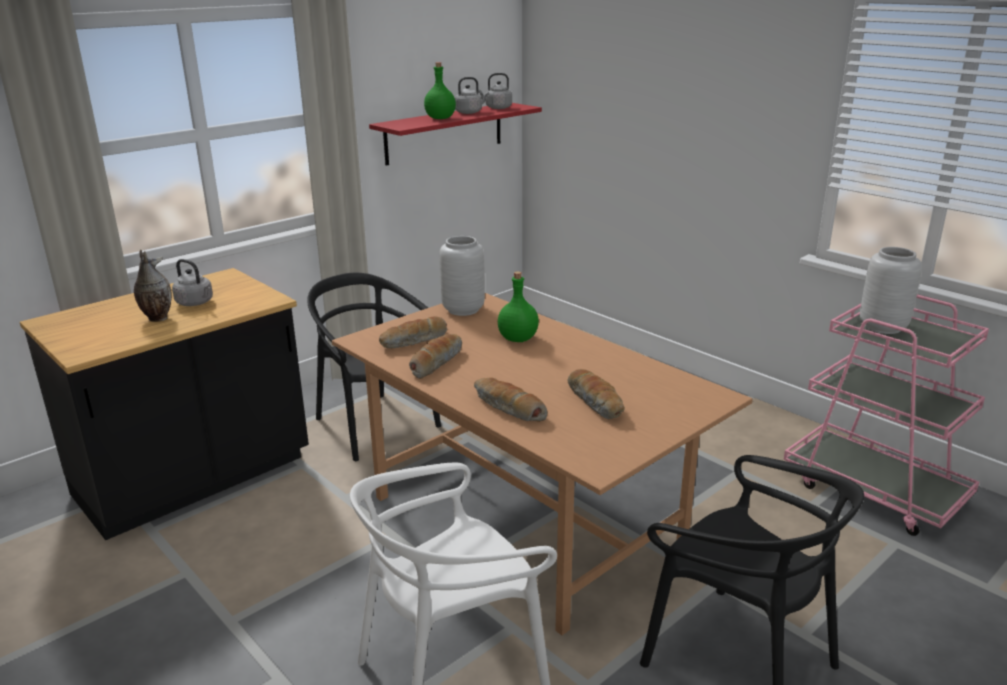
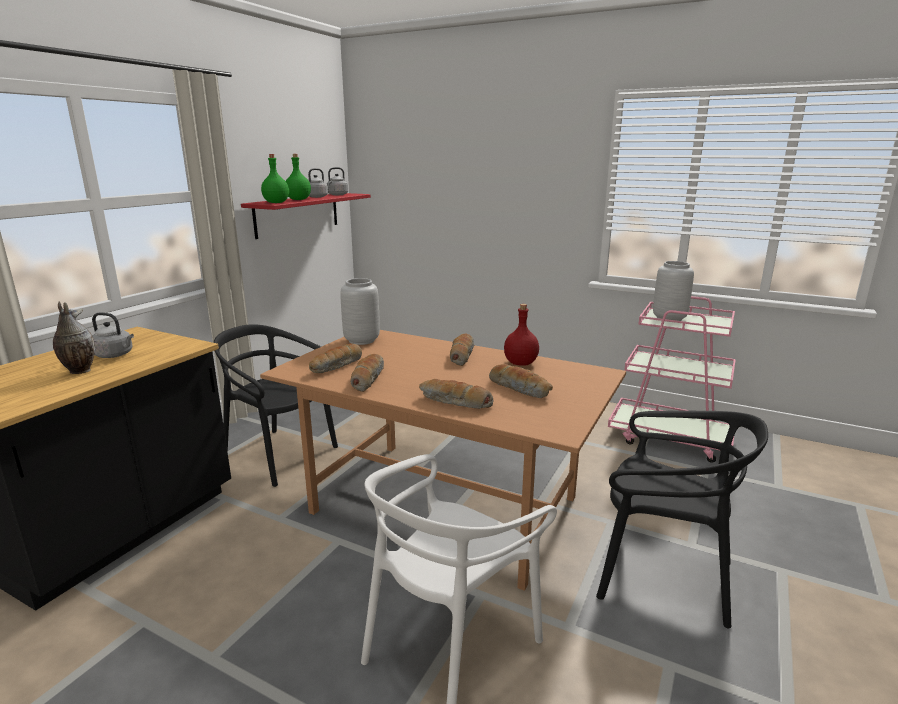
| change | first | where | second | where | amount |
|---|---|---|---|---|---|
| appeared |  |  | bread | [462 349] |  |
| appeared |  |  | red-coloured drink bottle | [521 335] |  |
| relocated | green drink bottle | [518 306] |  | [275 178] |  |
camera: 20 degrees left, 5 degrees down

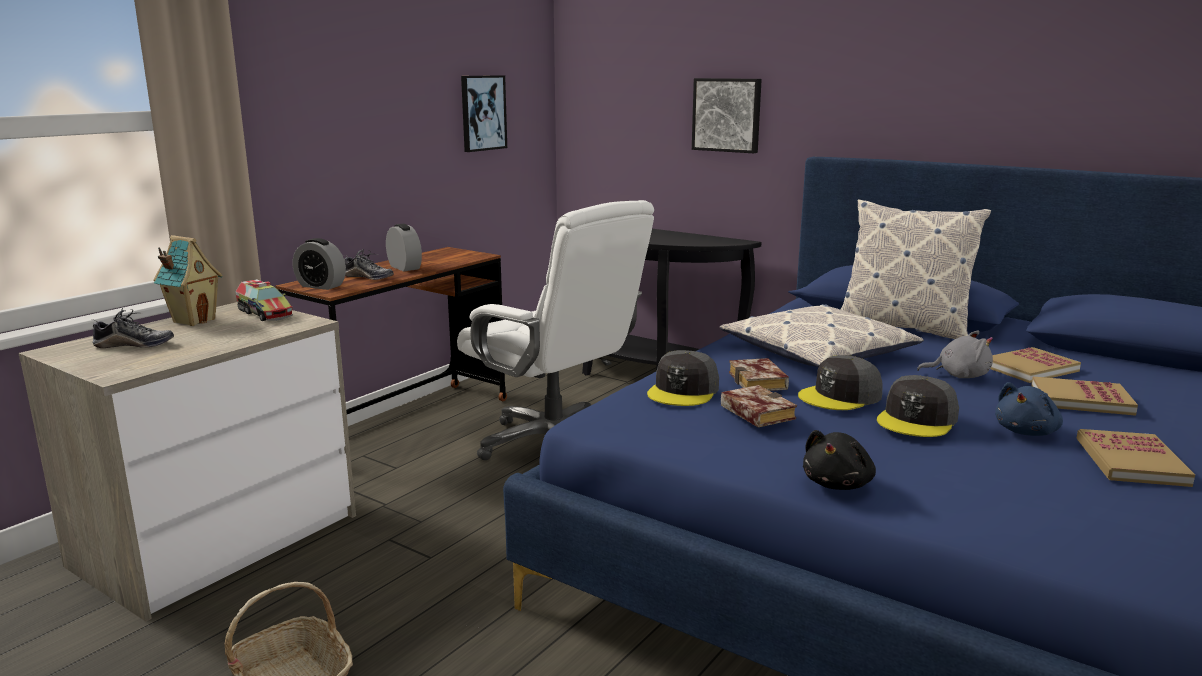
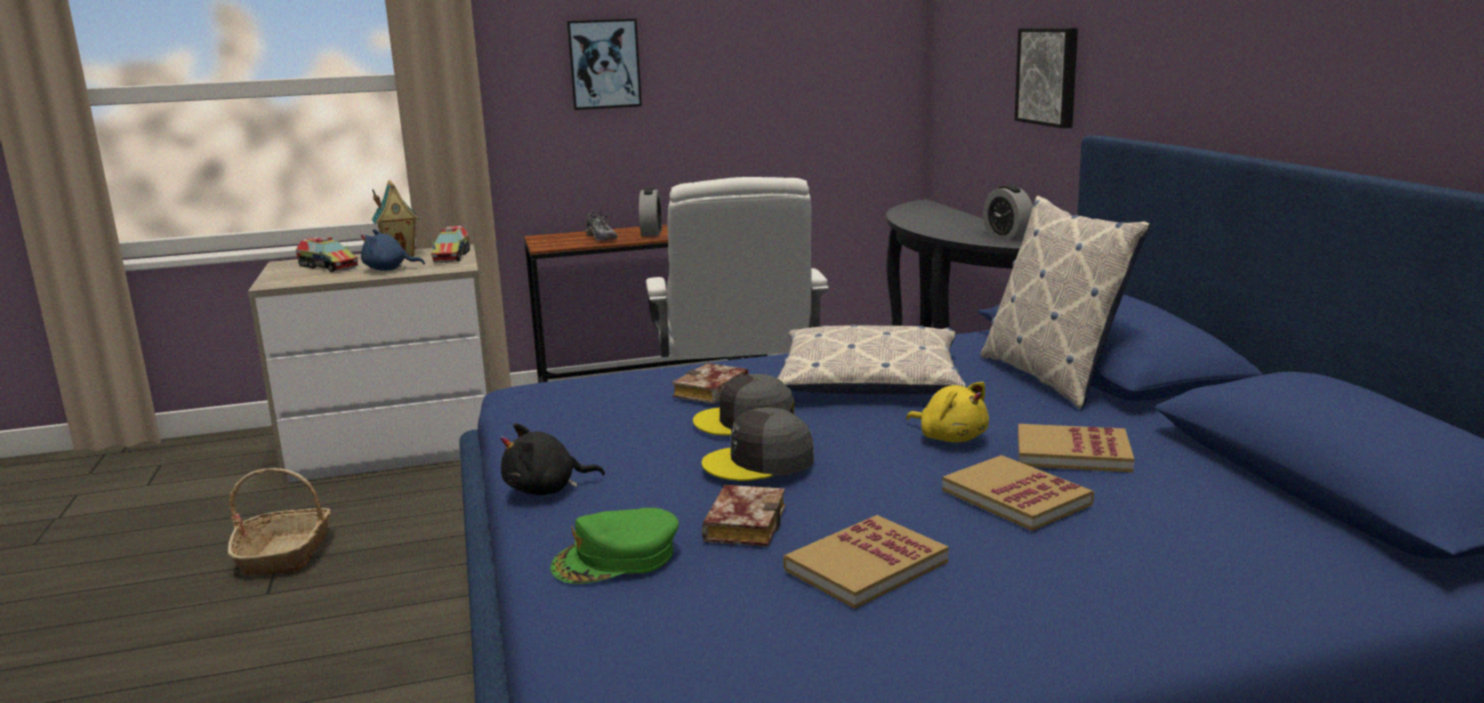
| change | first | where | second | where | amount |
|---|---|---|---|---|---|
| missing | grey cap | [683 378] |  |  |  |
| appeared |  |  | green cap | [614 546] |  |
| relocated | table clock | [319 264] |  | [1008 212] |  |
| relocated | wall picture | [484 113] |  | [604 64] |  |
| relocated | volume | [759 406] |  | [743 515] |  |
| relocated | blue-coloured soft toy | [1029 409] |  | [393 250] |  |
| exchanged | shoe | [133 328] | toy truck | [327 254] |  |
| colour | grey soft toy | [955 354] | yellow-coloured soft toy | [947 412] |  |
camera: 40 degrees right, 0 degrees up

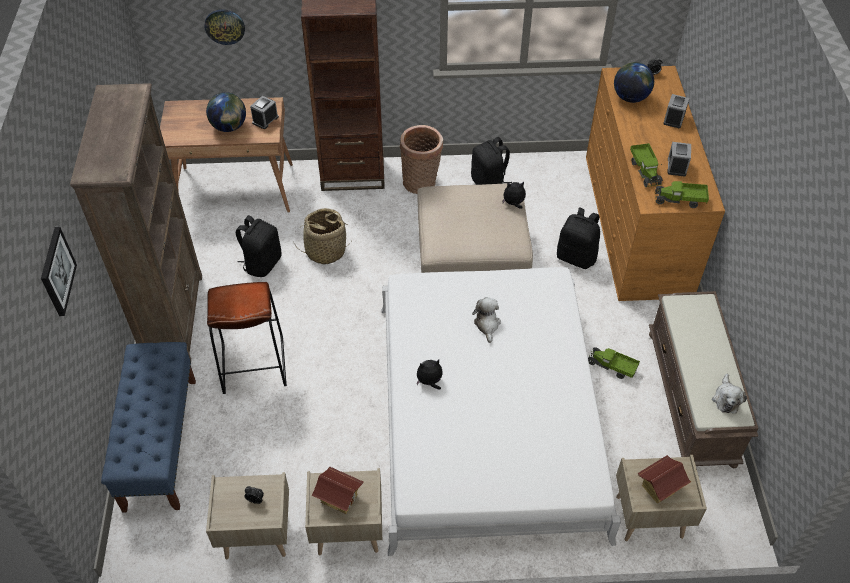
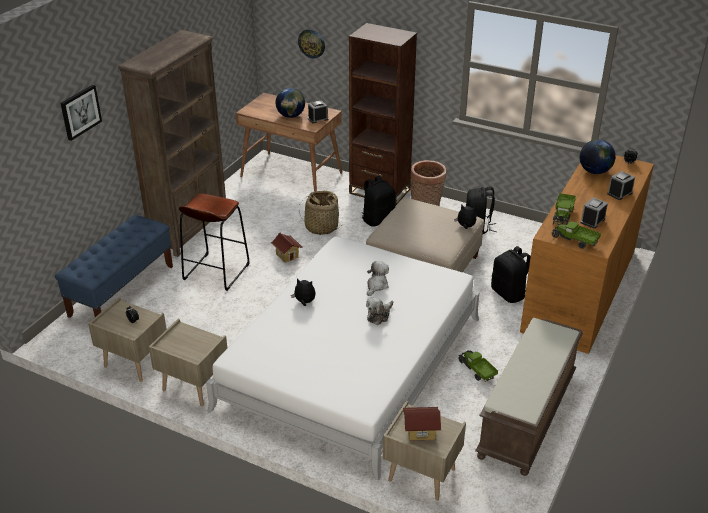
| change | first | where | second | where | amount |
|---|---|---|---|---|---|
| relocated | black-coloured knapsack | [258 246] |  | [379 201] |  |
| relocated | model house | [338 490] |  | [286 248] |  |
| relocated | soft toy | [729 394] |  | [379 311] |  |
camera: 30 degrees right, 15 degrees down

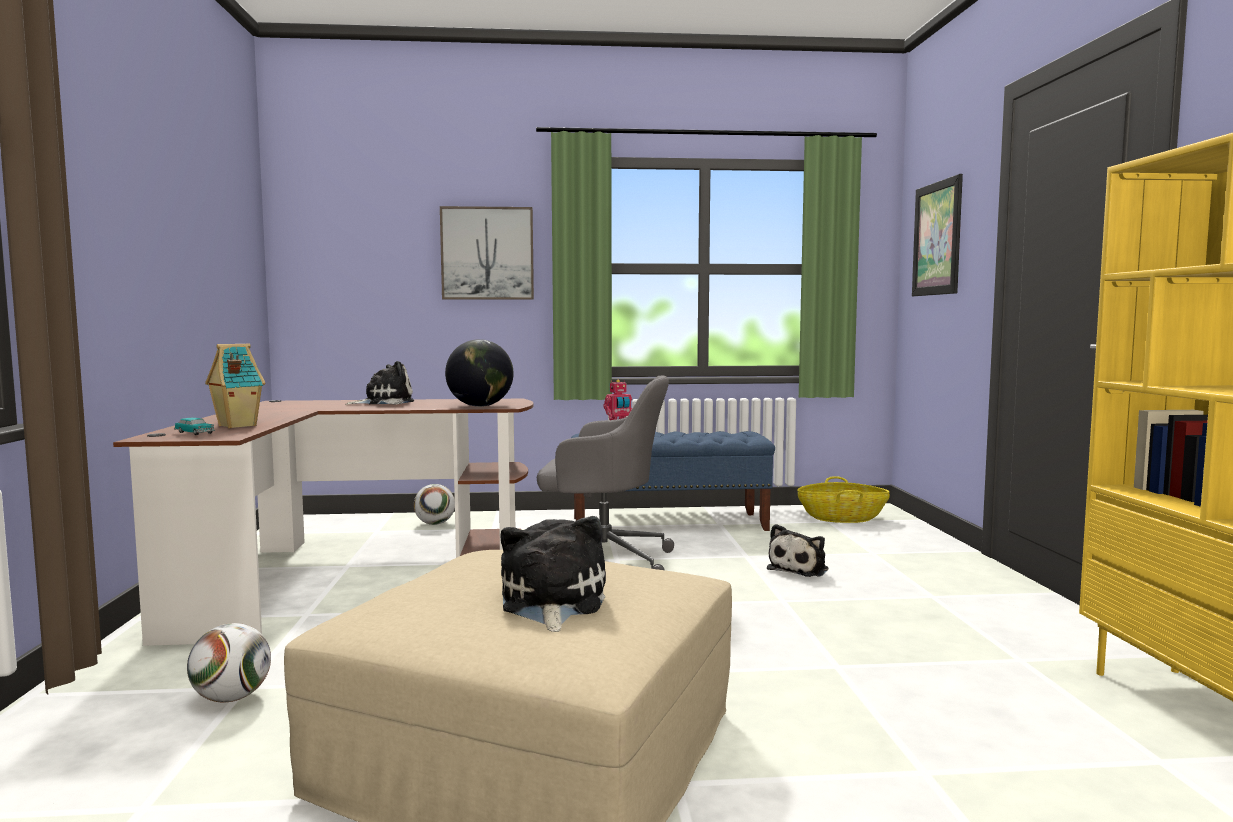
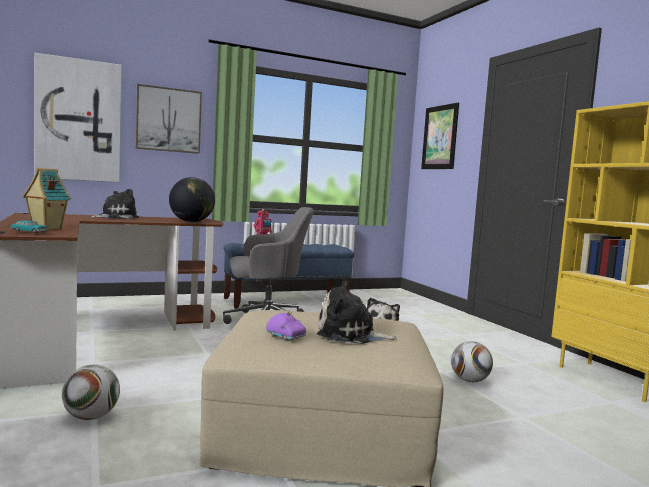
| change | first | where | second | where | amount |
|---|---|---|---|---|---|
| missing | storage basket | [843 499] |  |  |  |
| appeared |  |  | wall picture | [78 117] |  |
| appeared |  |  | purple model car | [286 325] |  |
| relocated | ball for football | [434 504] |  | [472 361] |  |
| spun | soft toy | [553 574] |  | [357 312] | 60 degrees counterclockwise |
camera: 20 degrees left, 0 degrees up

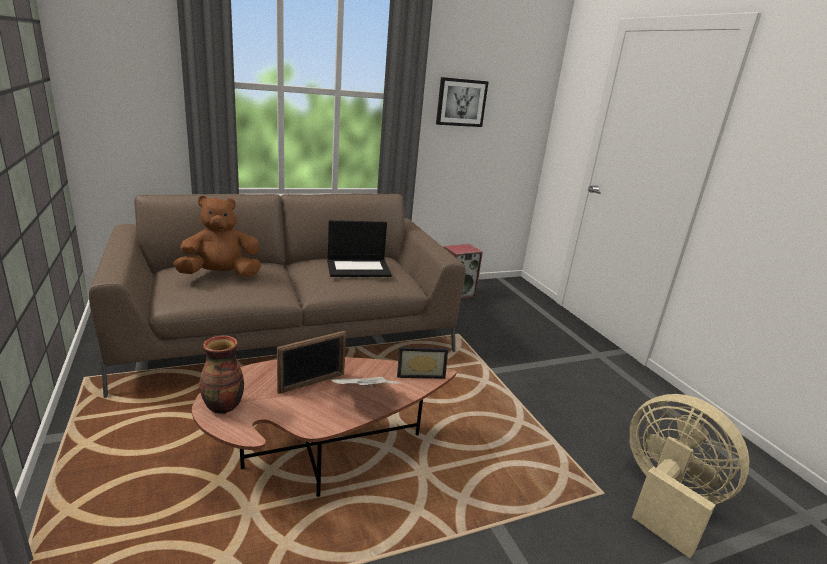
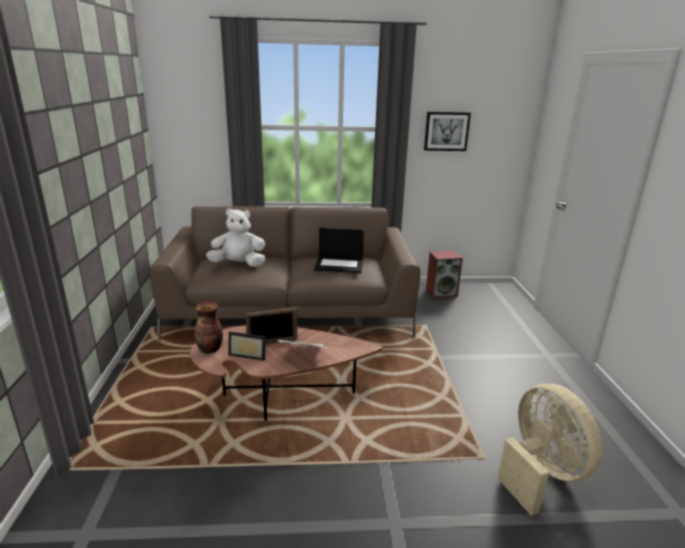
| change | first | where | second | where | amount |
|---|---|---|---|---|---|
| relocated | standing frame | [422 363] |  | [247 346] |  |
| colour | brownish soft toy | [217 236] | white soft toy | [235 237] |  |
camera: 20 degrees right, 0 degrees up

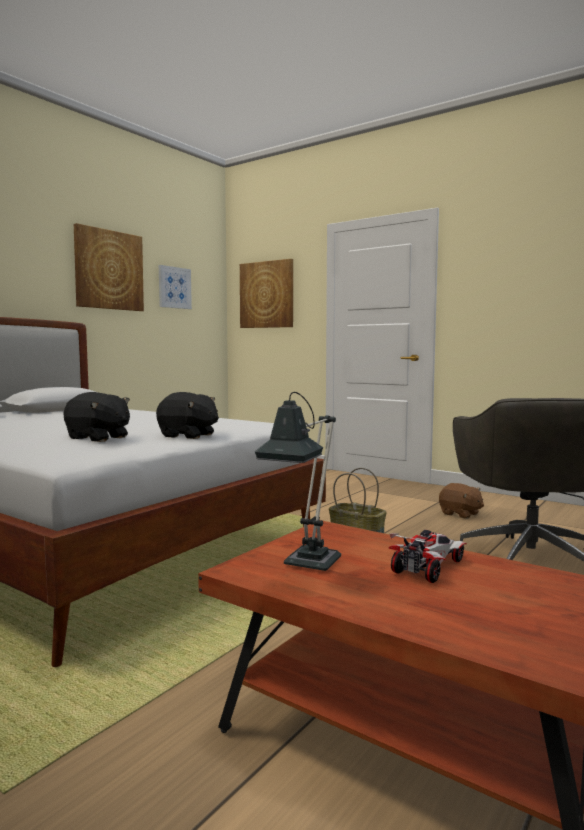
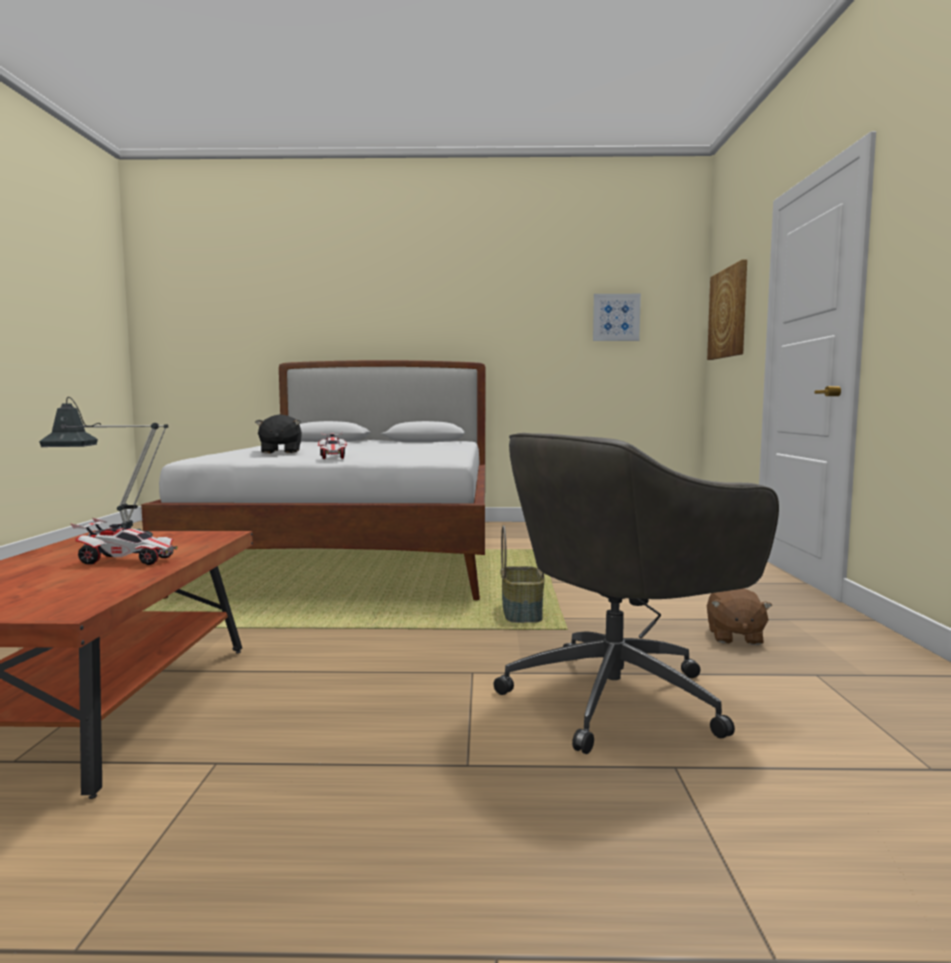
| change | first | where | second | where | amount |
|---|---|---|---|---|---|
| missing | wall picture | [109 267] |  |  |  |
| exchanged | black-coloured soft toy | [187 415] | model car | [332 446] |  |
camera: 55 degrees right, 0 degrees up

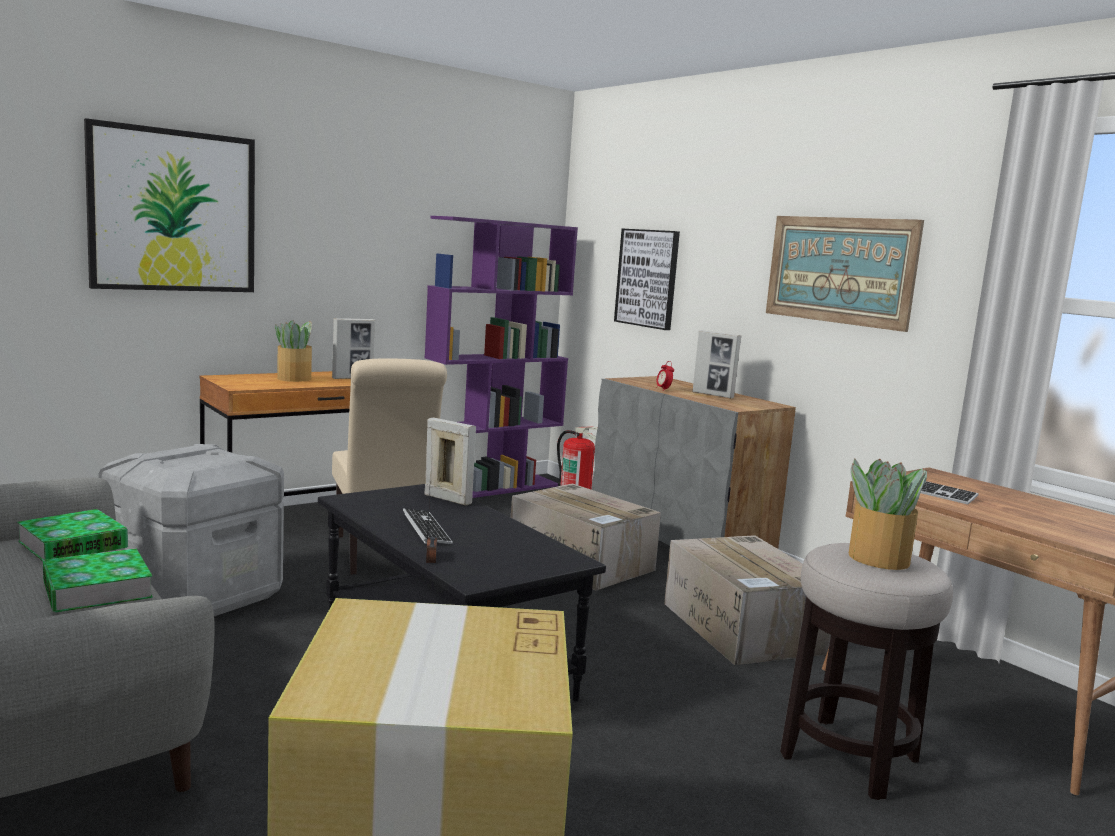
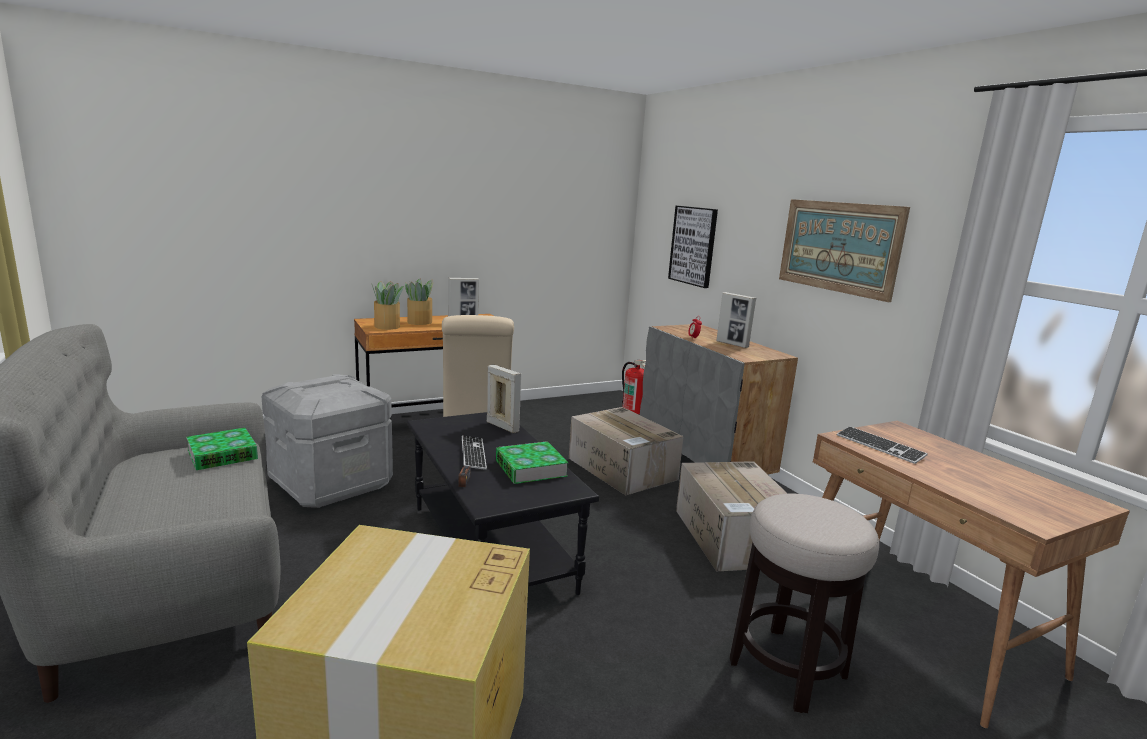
| change | first | where | second | where | amount |
|---|---|---|---|---|---|
| missing | wall picture | [169 205] |  |  |  |
| missing | purple bookshelf | [501 357] |  |  |  |
| relocated | volume | [98 580] |  | [532 462] |  |
| relocated | potted plant | [888 514] |  | [387 305] |  |
camera: 10 degrees right, 5 degrees up

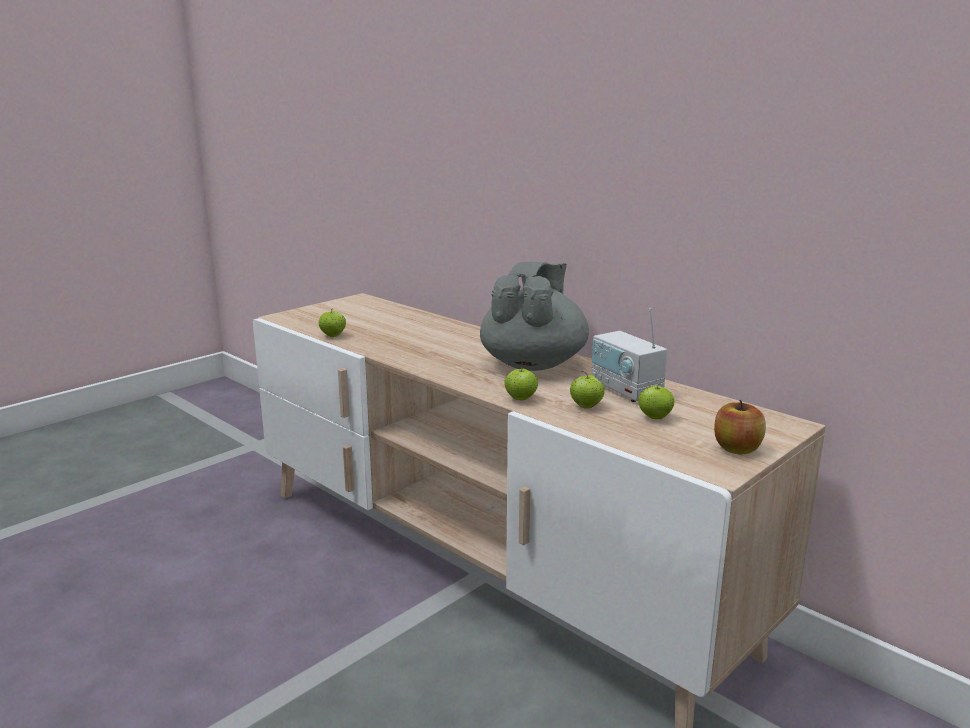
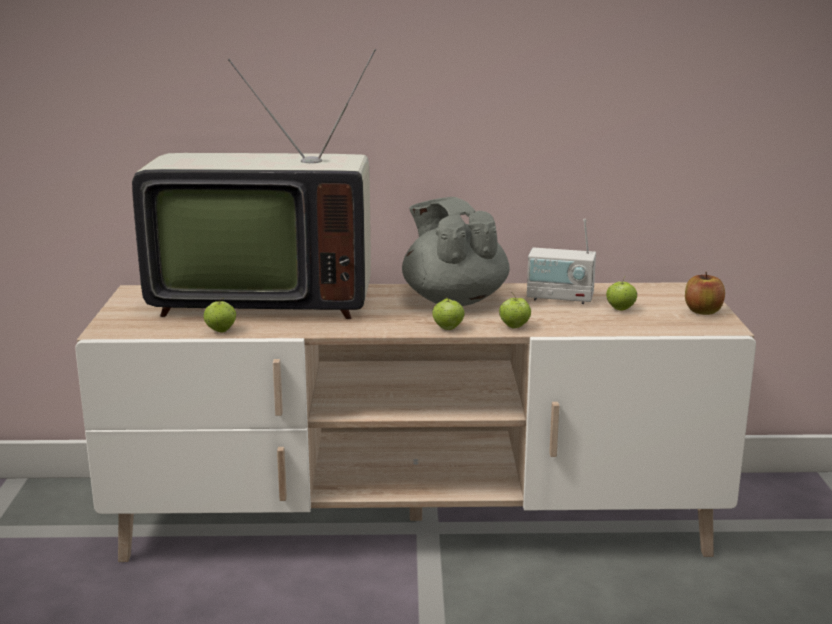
| change | first | where | second | where | amount |
|---|---|---|---|---|---|
| appeared |  |  | TV set | [254 184] |  |
| relocated | apple | [587 390] |  | [448 313] |  |
camera: 45 degrees left, 0 degrees up

